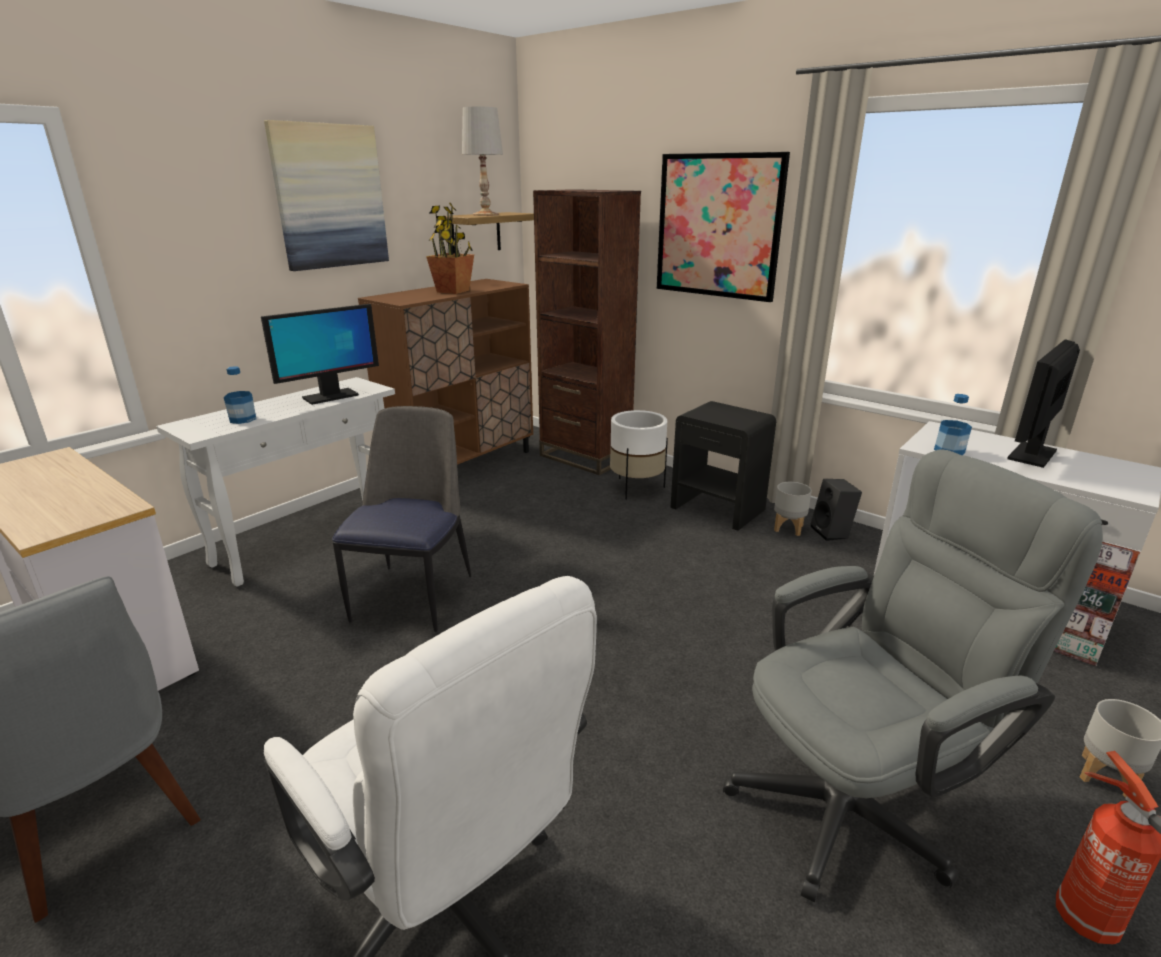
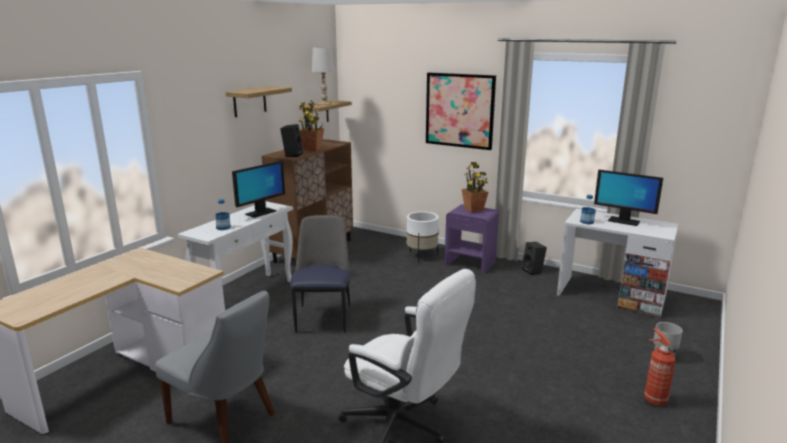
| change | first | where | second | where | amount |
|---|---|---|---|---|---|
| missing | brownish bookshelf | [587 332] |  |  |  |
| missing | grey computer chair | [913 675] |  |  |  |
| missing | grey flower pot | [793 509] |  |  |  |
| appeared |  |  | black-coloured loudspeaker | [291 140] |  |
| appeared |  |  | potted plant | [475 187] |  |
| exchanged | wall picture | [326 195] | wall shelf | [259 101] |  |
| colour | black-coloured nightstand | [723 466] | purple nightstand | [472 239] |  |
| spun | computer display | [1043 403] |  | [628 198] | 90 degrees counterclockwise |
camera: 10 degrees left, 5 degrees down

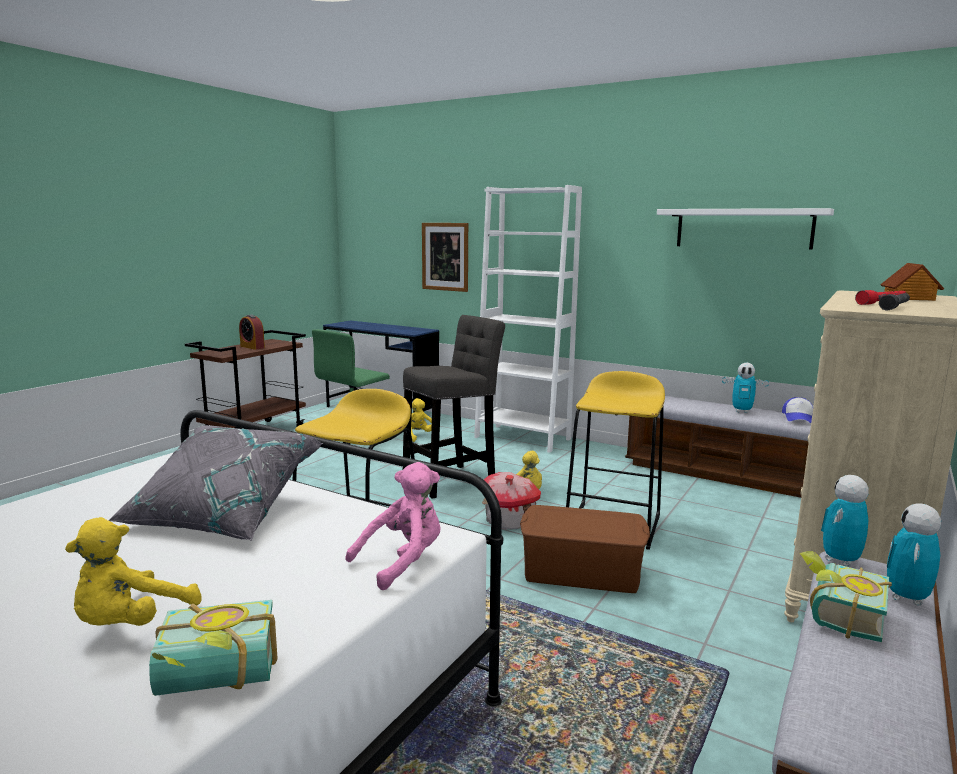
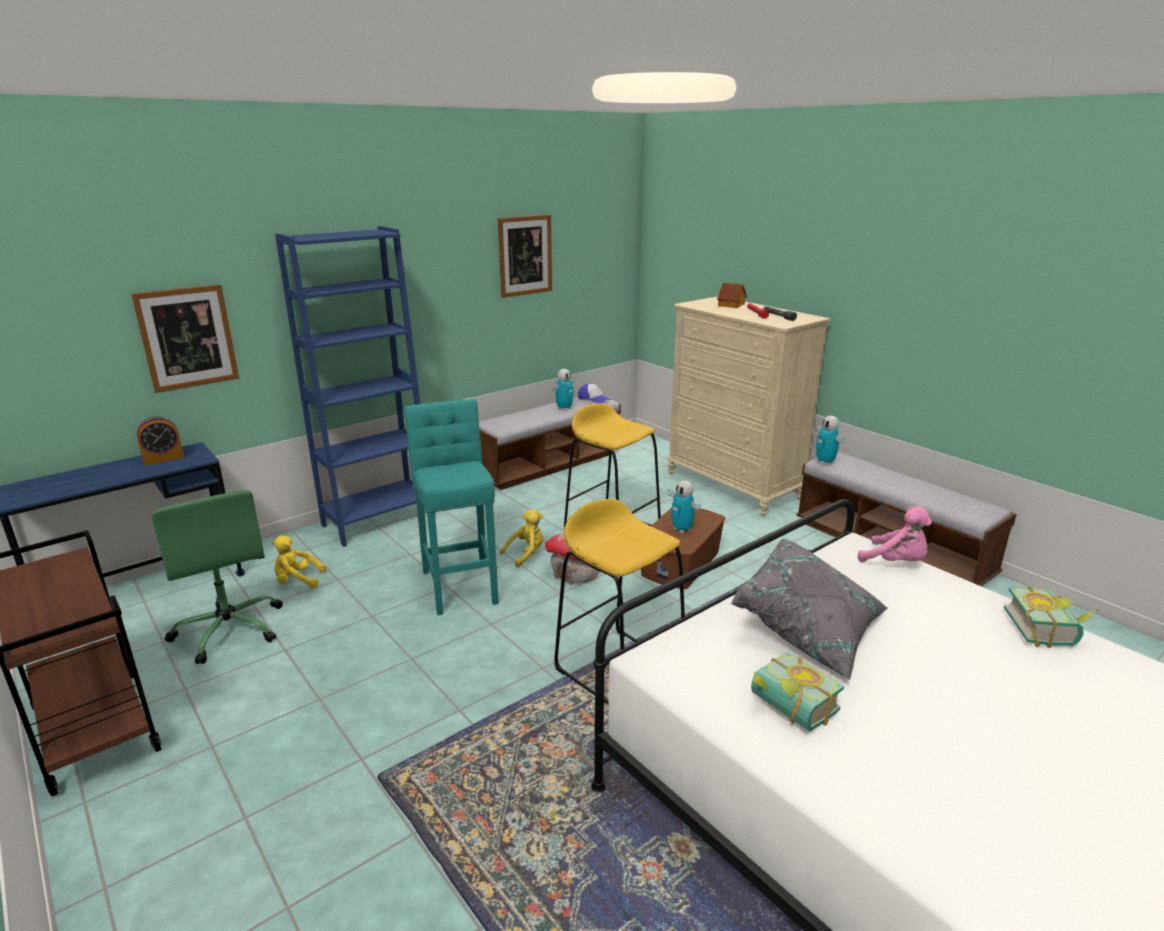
| change | first | where | second | where | amount |
|---|---|---|---|---|---|
| missing | yellow-coloured soft toy | [133 571] |  |  |  |
| relocated | table clock | [252 332] |  | [160 441] |  |
| relocated | volume | [846 596] |  | [797 692] |  |
| relocated | toy robot | [914 554] |  | [684 506] |  |
| exchanged | white wall shelf | [745 228] | wall picture | [525 256] |  |
| colour | grey sitting stool | [454 407] | blue-green sitting stool | [451 507] |  |
| colour | white bookshelf | [528 319] | blue-coloured bookshelf | [348 386] |  |
| spun | pink soft toy | [393 526] |  | [895 534] | 150 degrees clockwise |
camera: 70 degrees left, 10 degrees up

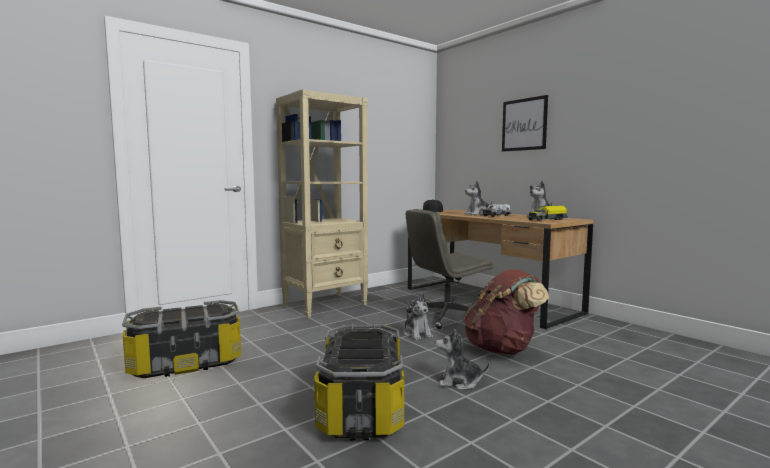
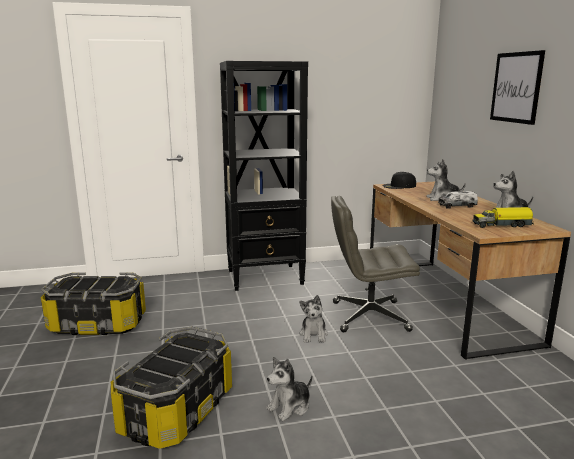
| change | first | where | second | where | amount |
|---|---|---|---|---|---|
| missing | brownish knapsack | [506 312] |  |  |  |
| colour | sand-coloured bookshelf | [322 203] | black-coloured bookshelf | [264 176] |  |
| spun | soft toy | [462 359] |  | [289 389] | 75 degrees counterclockwise |
camera: 25 degrees right, 10 degrees up

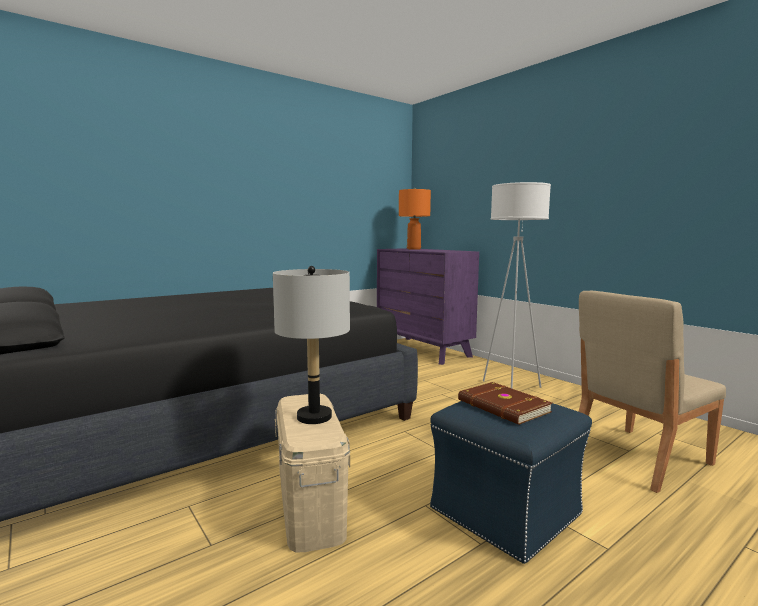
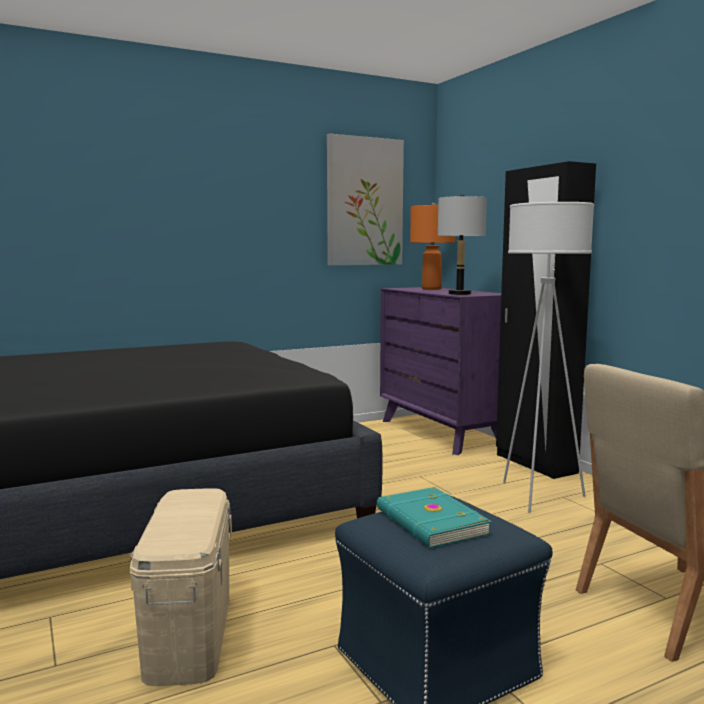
| change | first | where | second | where | amount |
|---|---|---|---|---|---|
| appeared |  |  | wall picture | [365 199] |  |
| appeared |  |  | black-coloured clothes cupboard | [546 320] |  |
| relocated | grey tabletop lamp | [311 345] |  | [462 244] |  |
| colour | brownish volume | [505 403] | blue-green volume | [434 517] |  |
camera: 10 degrees right, 0 degrees up

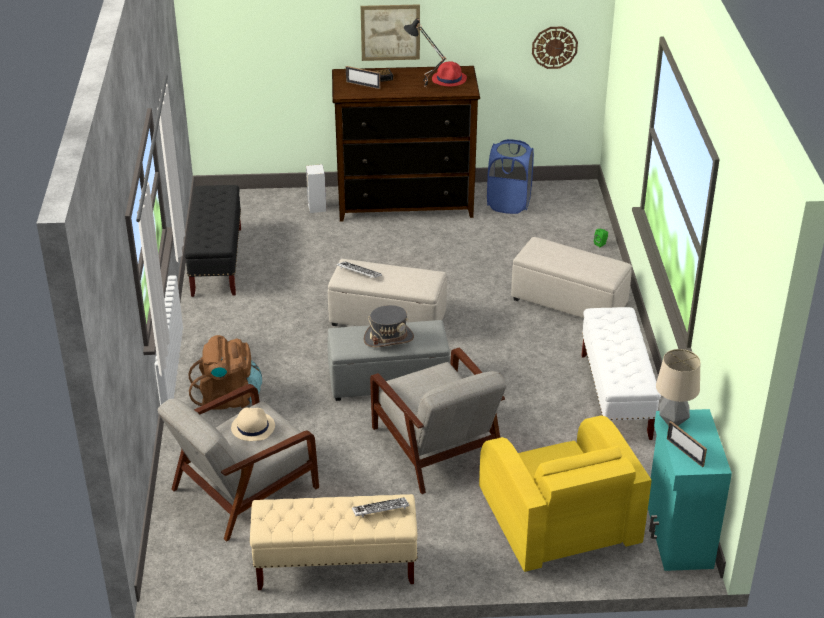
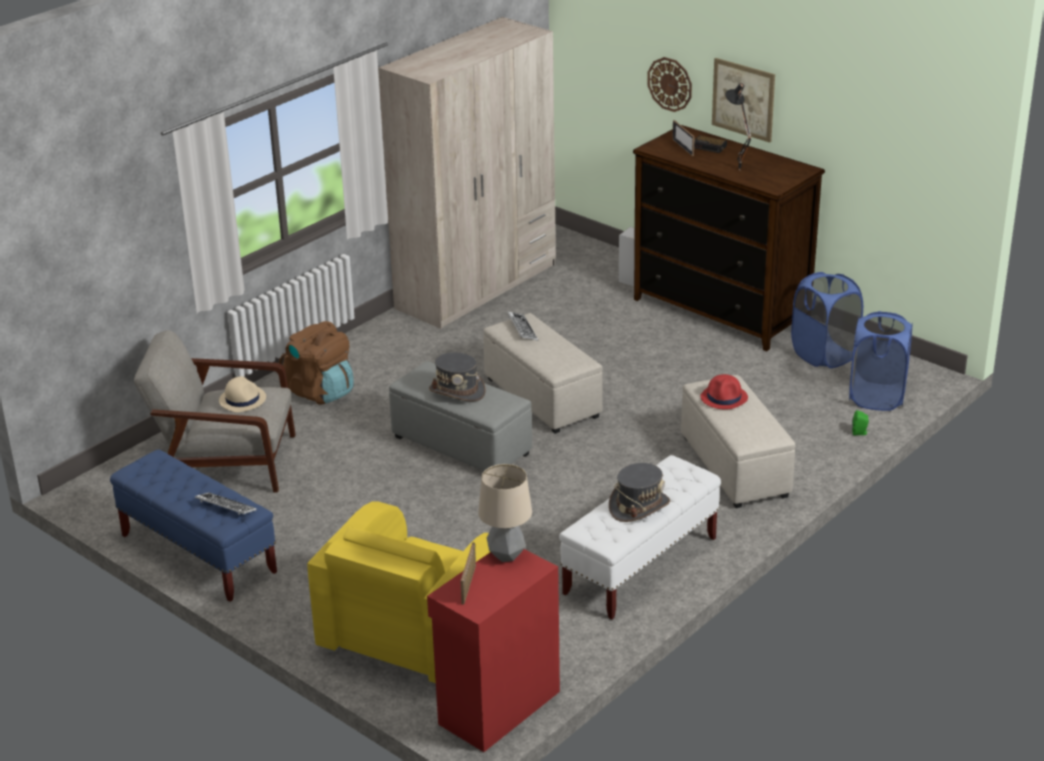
| change | first | where | second | where | amount |
|---|---|---|---|---|---|
| missing | grey lounge chair | [438 421] |  |  |  |
| appeared |  |  | grey wearable hat | [639 492] |  |
| appeared |  |  | blue-coloured laundry basket | [881 361] |  |
| relocated | red-coloured wearable hat | [449 73] |  | [724 391] |  |
| relocated | hanging clock | [555 48] |  | [669 84] |  |
| exchanged | black-coloured long seat | [212 241] | sand-coloured clothes cupboard | [467 173] |  |
| colour | sand-coloured long seat | [334 542] | blue-coloured long seat | [193 525] |  |
| colour | blue-green cupboard | [690 490] | red-coloured cupboard | [493 650] |  |
camera: 45 degrees right, 5 degrees down

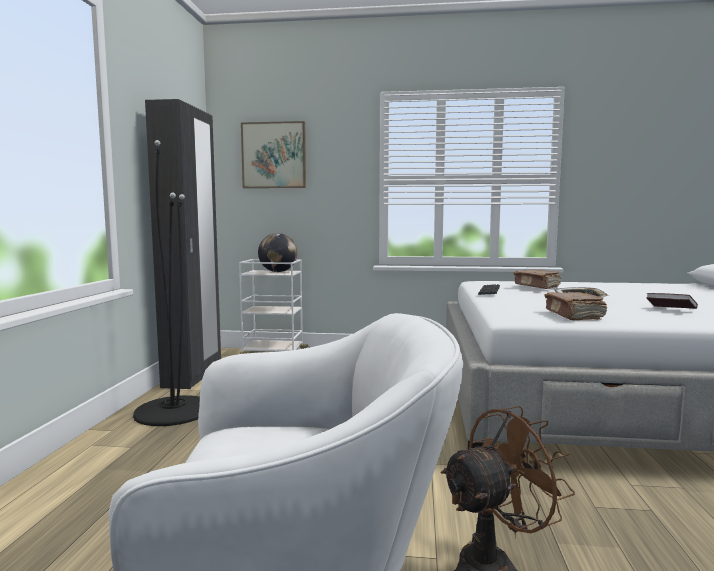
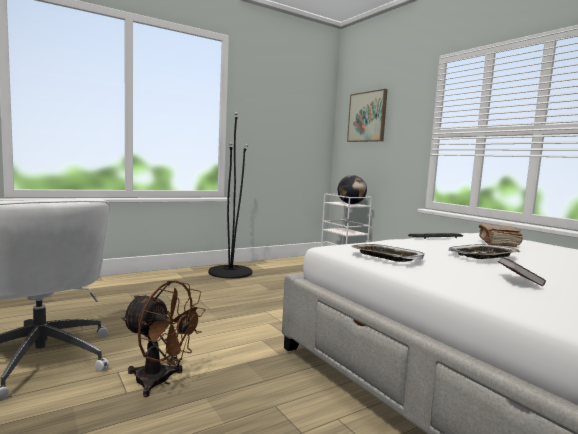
| change | first | where | second | where | amount |
|---|---|---|---|---|---|
| missing | black-coloured clothes cupboard | [183 244] |  |  |  |
| exchanged | brownish volume | [575 306] | serving tray | [388 253] |  |
camera: 50 degrees right, 0 degrees up

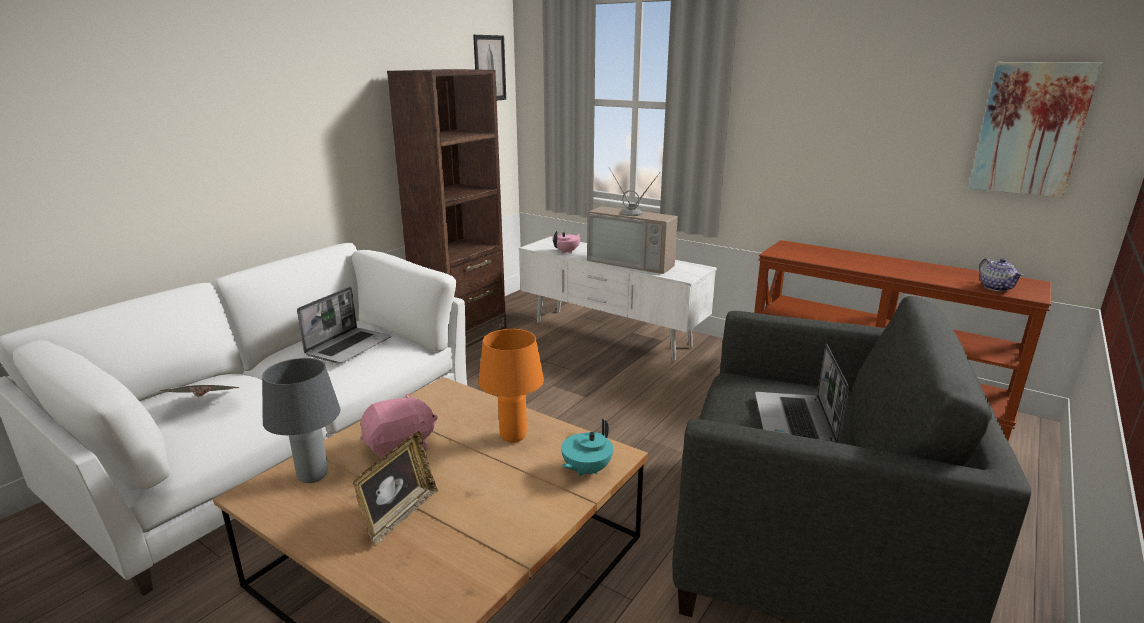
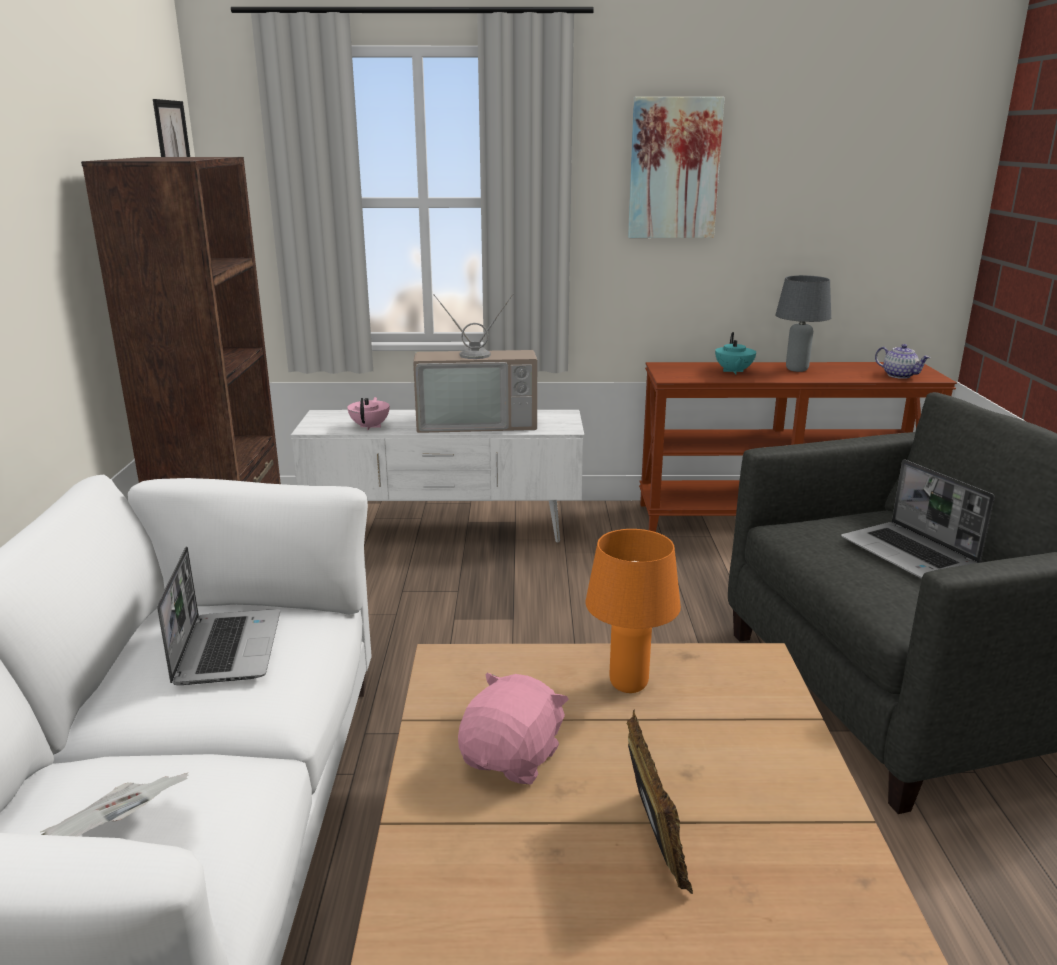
| change | first | where | second | where | amount |
|---|---|---|---|---|---|
| relocated | grey tabletop lamp | [301 420] |  | [803 323] |  |
| relocated | blue-green tea pot | [587 448] |  | [735 353] |  |
| relocated | wall picture | [1035 130] |  | [676 167] |  |
camera: 35 degrees left, 0 degrees up

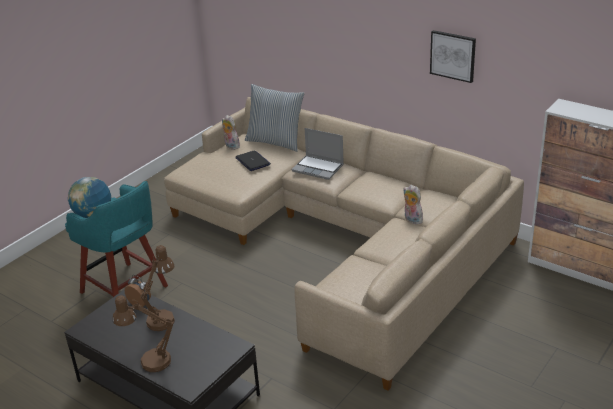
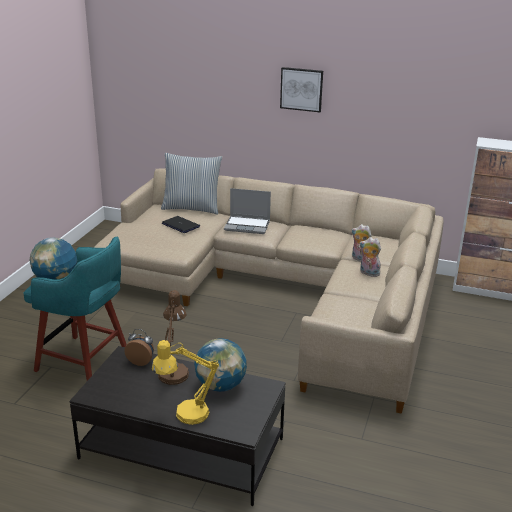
| change | first | where | second | where | amount |
|---|---|---|---|---|---|
| appeared |  |  | world globe | [220 365] |  |
| relocated | soft toy | [231 132] |  | [370 257] |  |
| relocated | wall picture | [453 56] |  | [301 89] |  |
| colour | brownish tabletop lamp | [143 333] | yellow-coloured tabletop lamp | [185 382] |  |
camera: 20 degrees left, 5 degrees down

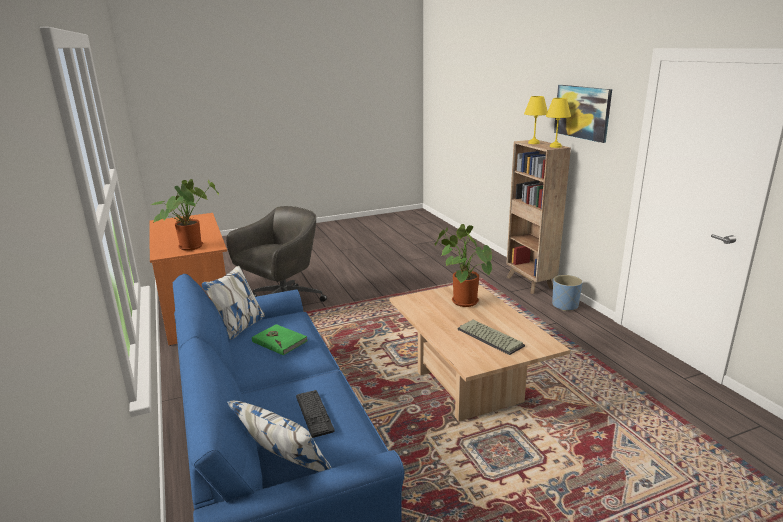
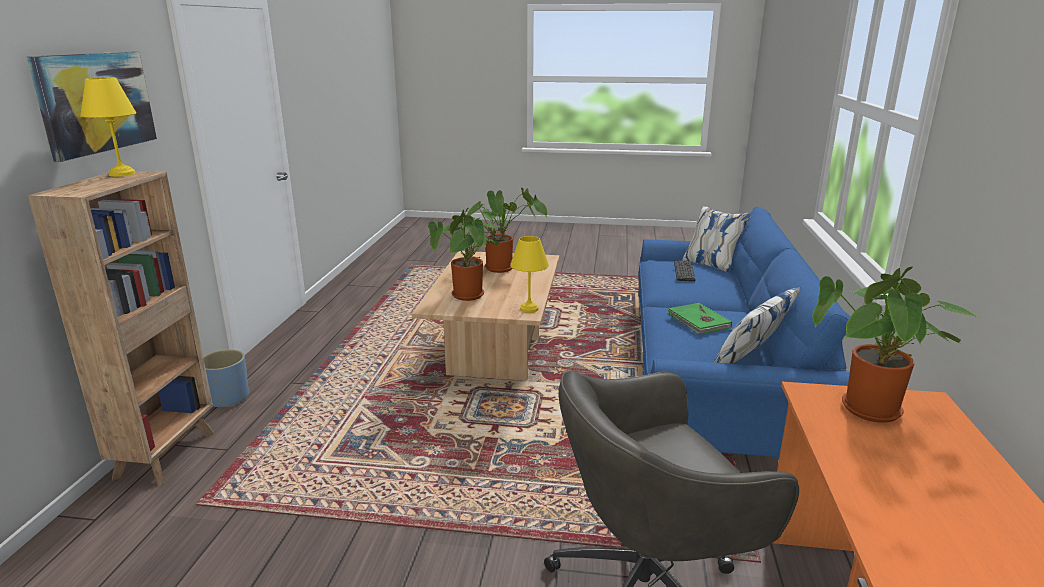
| change | first | where | second | where | amount |
|---|---|---|---|---|---|
| relocated | yellow-coloured tabletop lamp | [536 120] |  | [529 274] |  |
| exchanged | keyboard | [491 337] | potted plant | [507 230] |  |
camera: 150 degrees left, 0 degrees up

